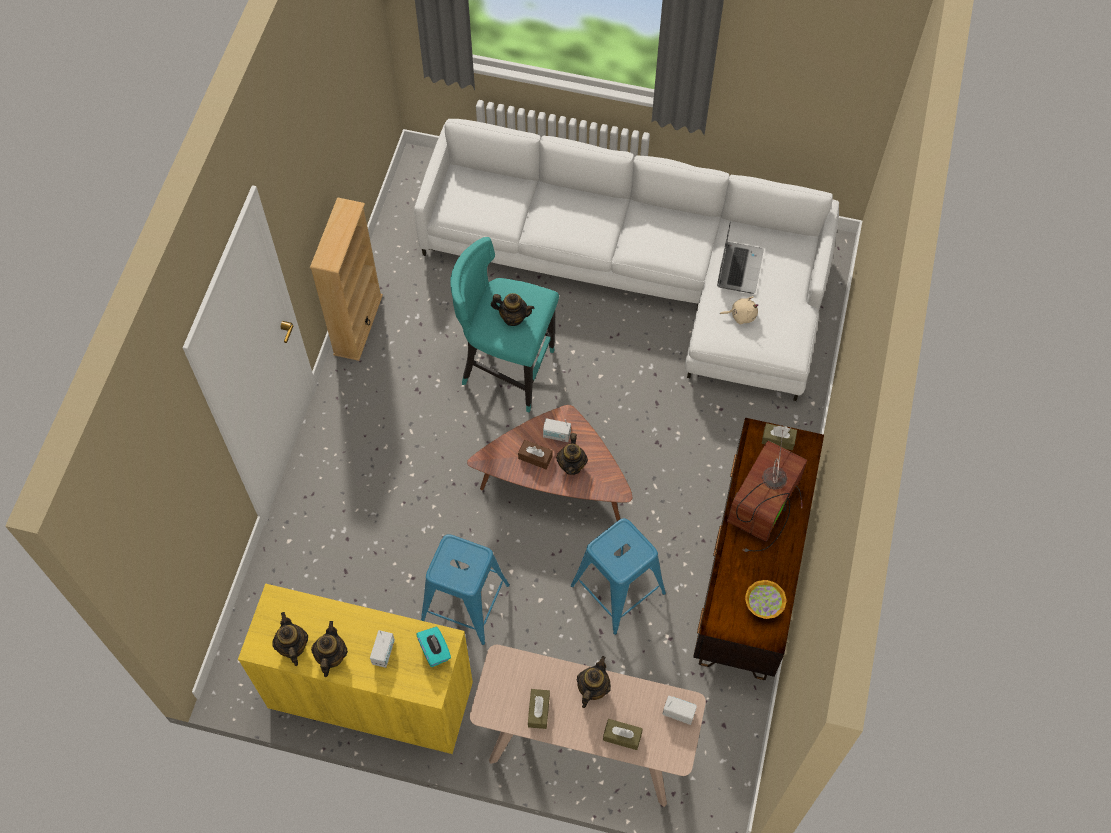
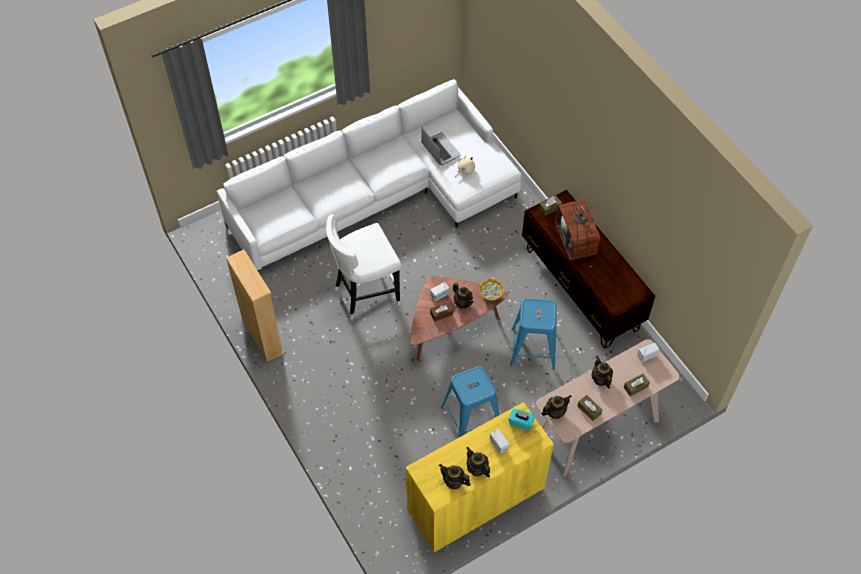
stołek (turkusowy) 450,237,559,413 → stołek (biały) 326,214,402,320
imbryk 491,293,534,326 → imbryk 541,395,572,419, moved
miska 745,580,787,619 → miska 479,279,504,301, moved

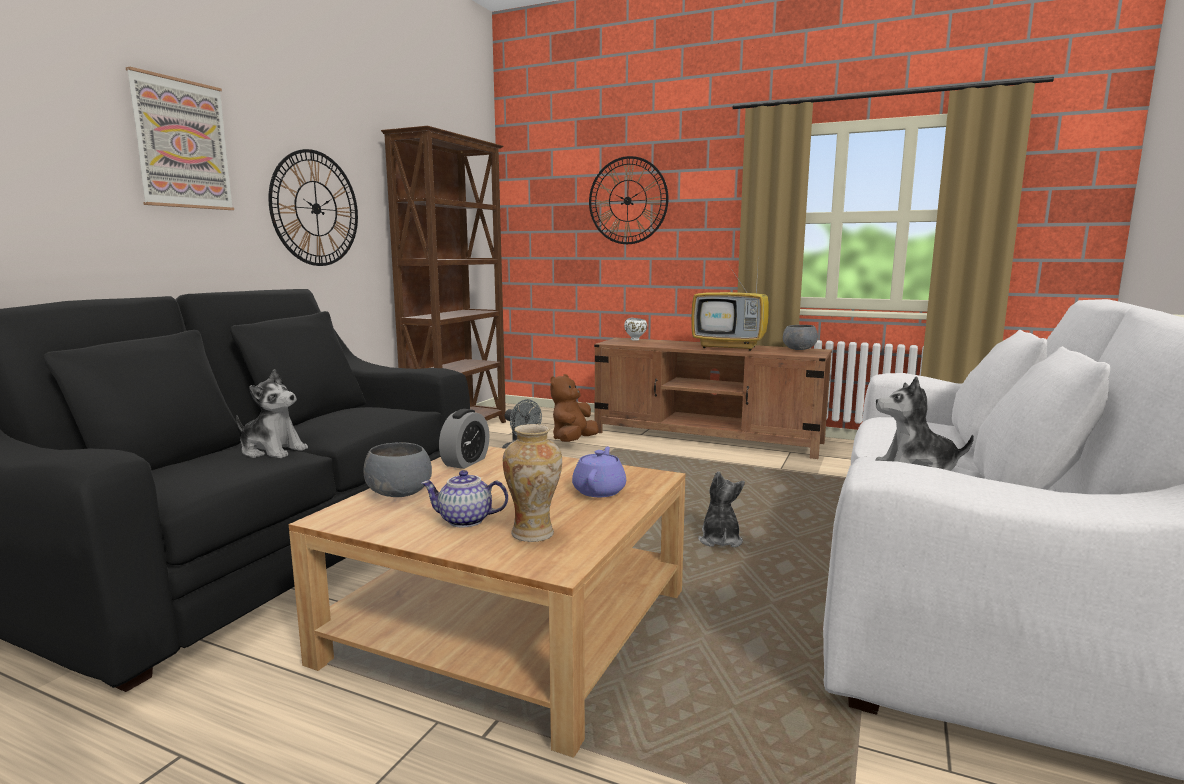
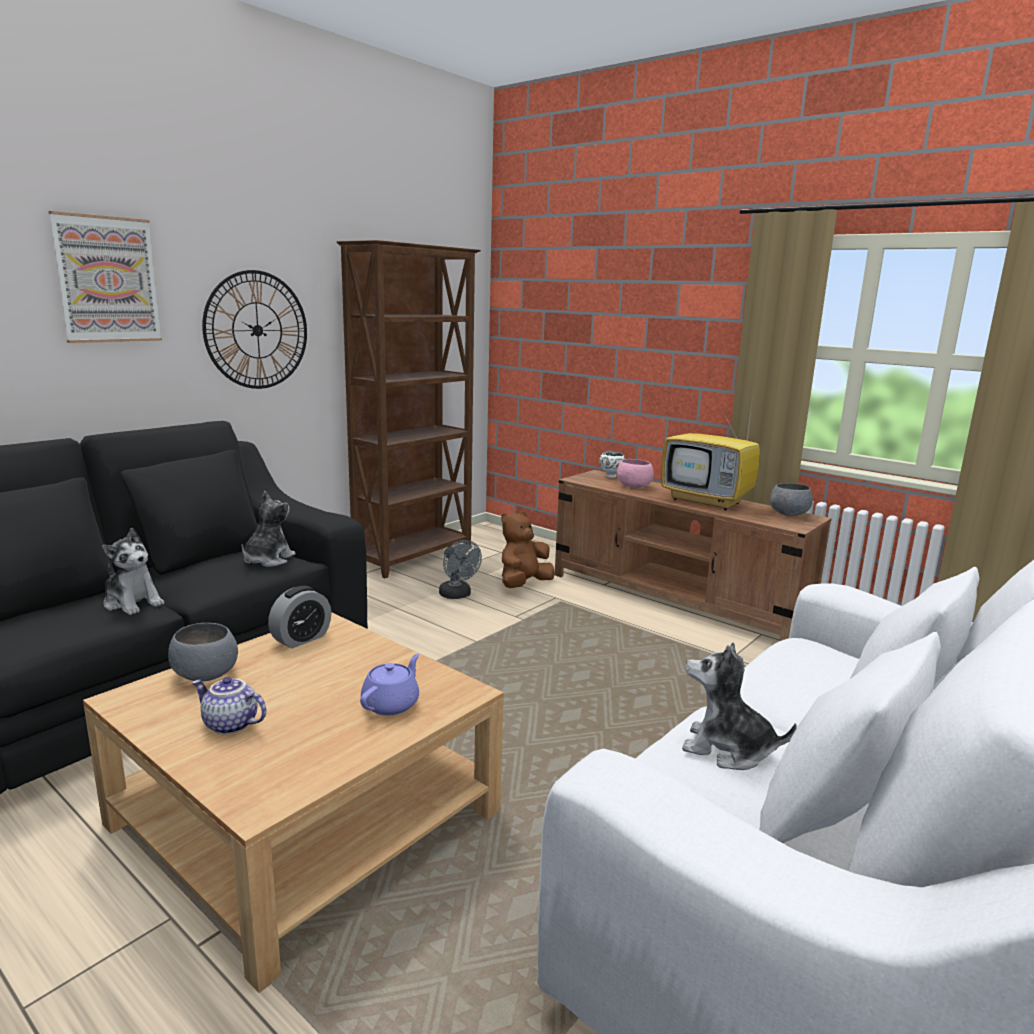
wazon 503,424,562,542 → -
zegar ścienny 589,156,669,244 → -
pluszak 698,471,745,547 → pluszak 242,491,296,567, moved
- → miska (różowy) 617,459,654,488

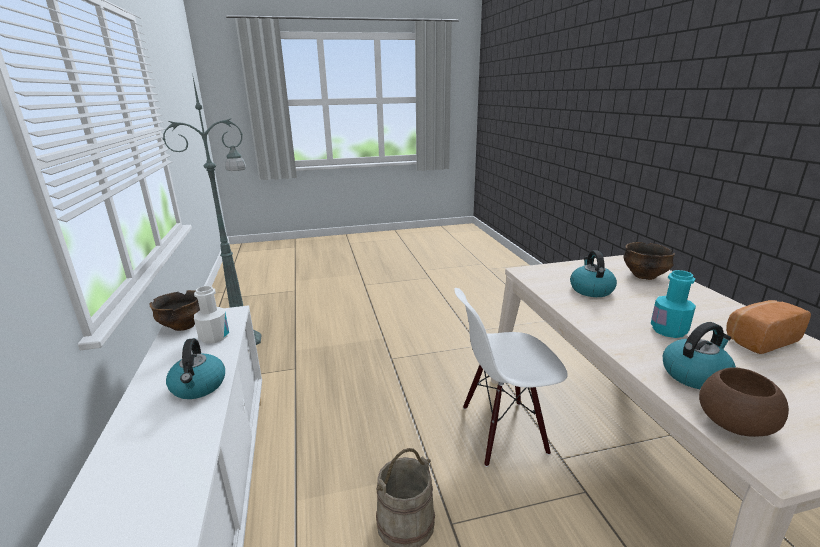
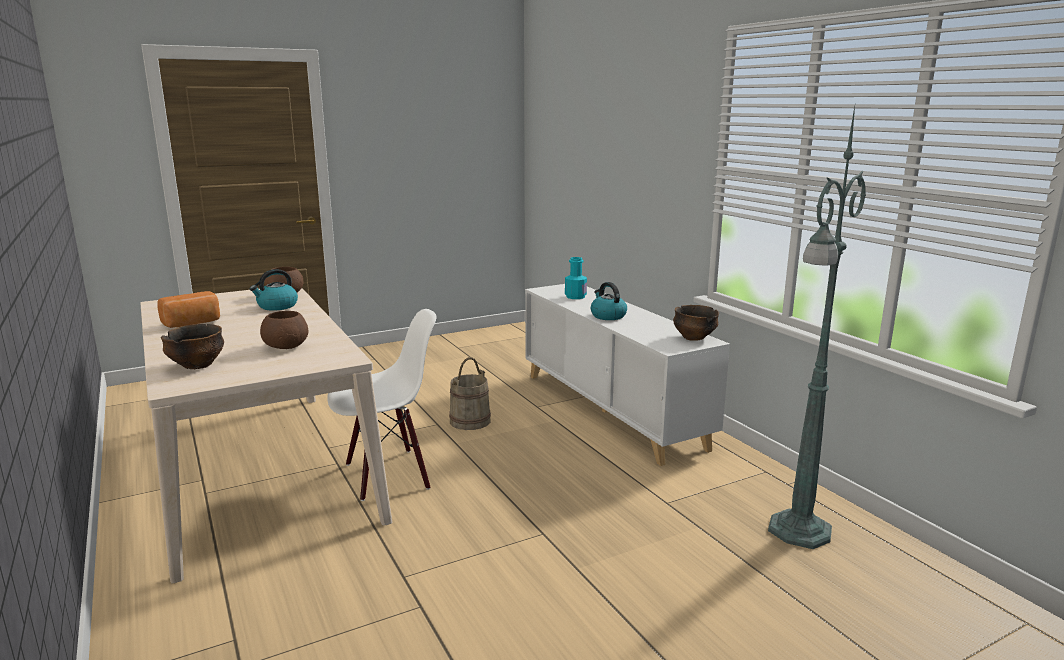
butelka (biały) 194,286,229,344 → -
czajnik 570,250,617,297 → miska (brązowy) 260,311,308,349
butelka (turkusowy) 650,270,696,338 → butelka (turkusowy) 565,257,587,299, moved

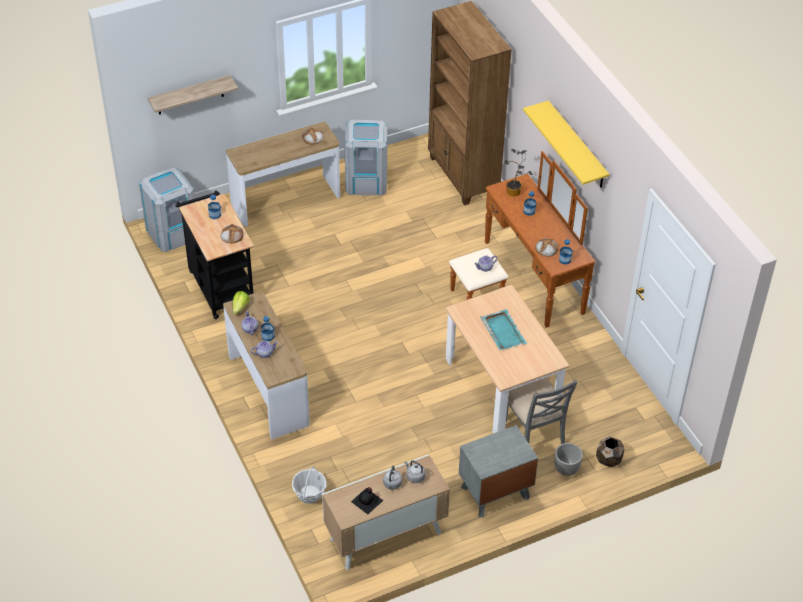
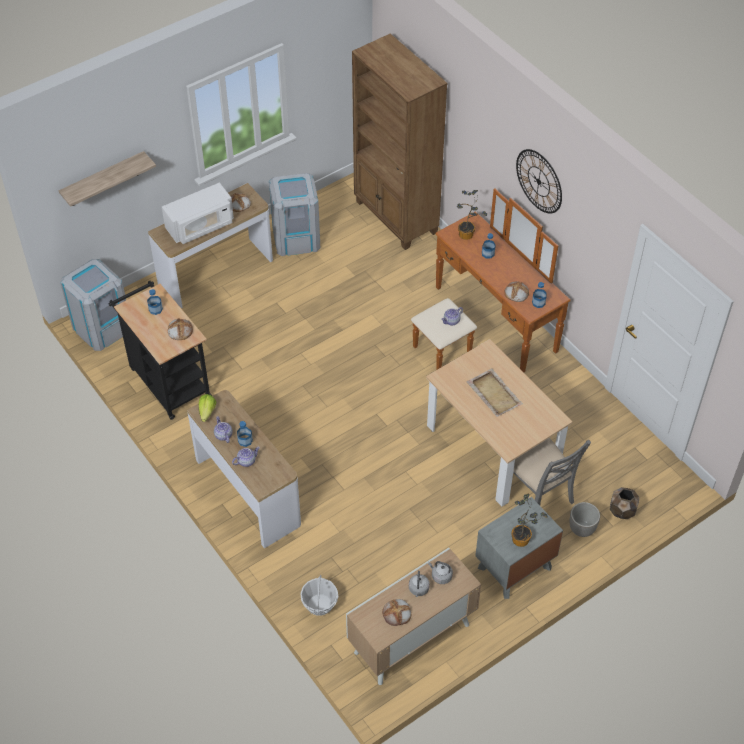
butelka (czarny) 351,487,384,514 → chleb 382,599,411,626
taca (turkusowy) 480,309,527,351 → taca (beżowy) 466,368,523,417
półka (żółty) 523,100,609,188 → zegar ścienny 516,149,562,213
- → mikrofalówka (biały) 162,182,234,244
- → roślina doniczkowa 511,493,548,547

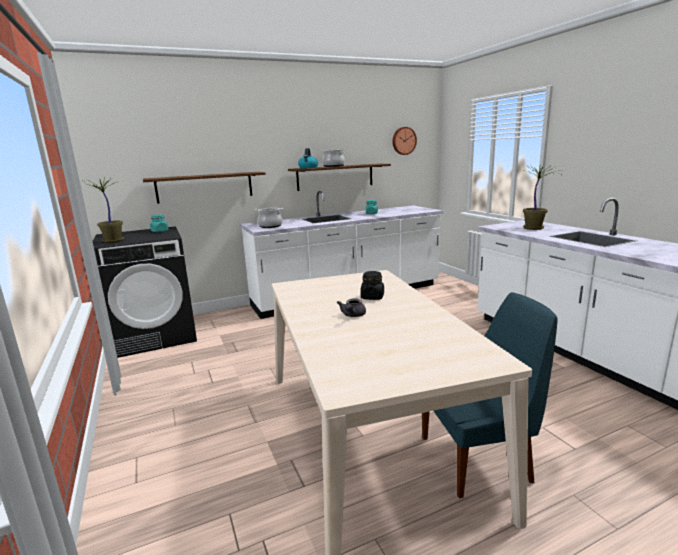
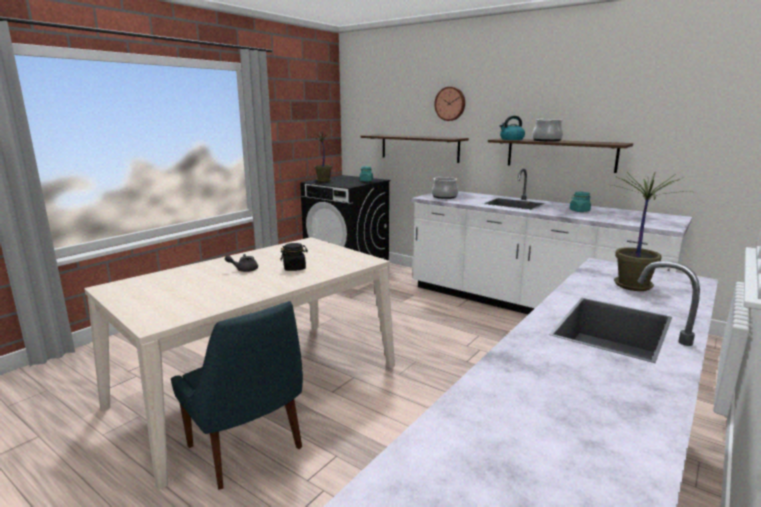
zegar ścienny 392,127,417,155 → zegar ścienny 434,87,465,121, moved

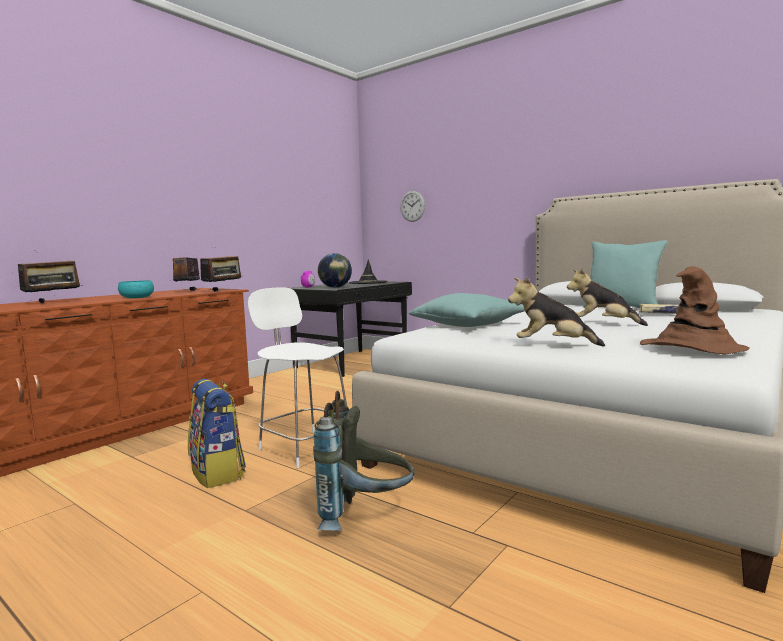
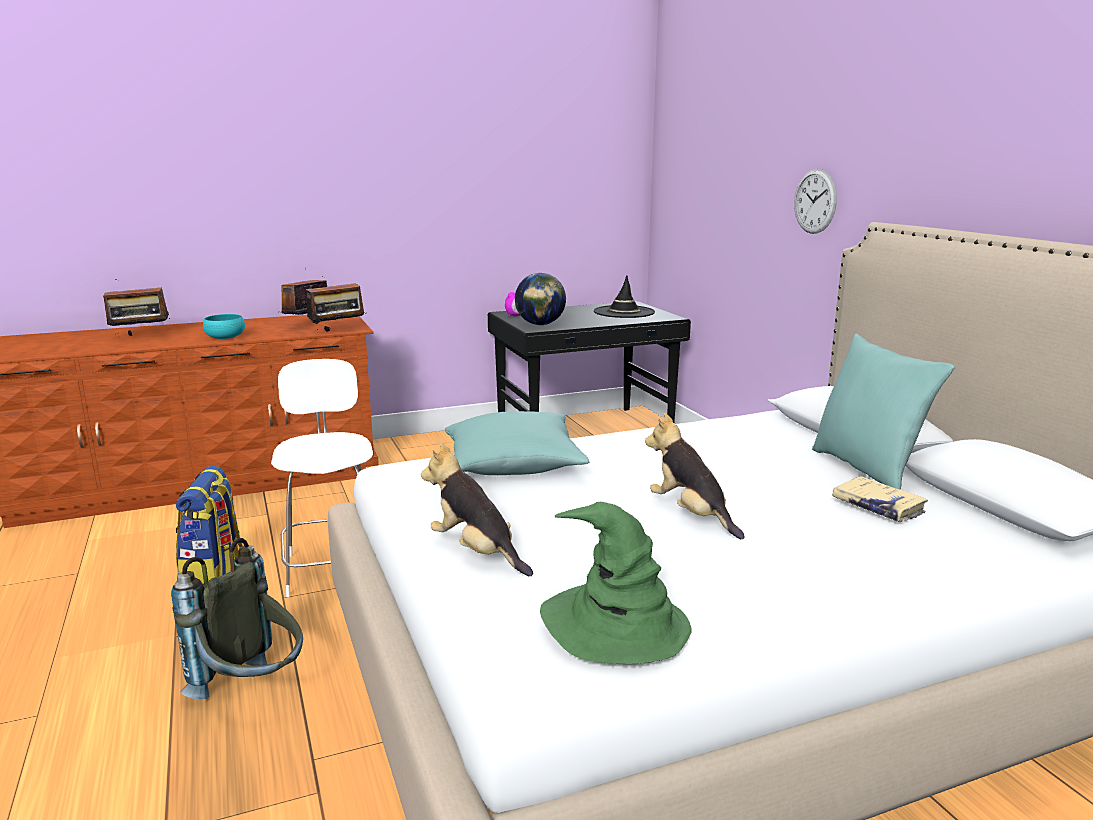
zegar ścienny 400,191,425,222 → zegar ścienny 794,169,837,234, moved
kapelusz (brązowy) 640,266,750,354 → kapelusz (zielony) 540,502,692,664

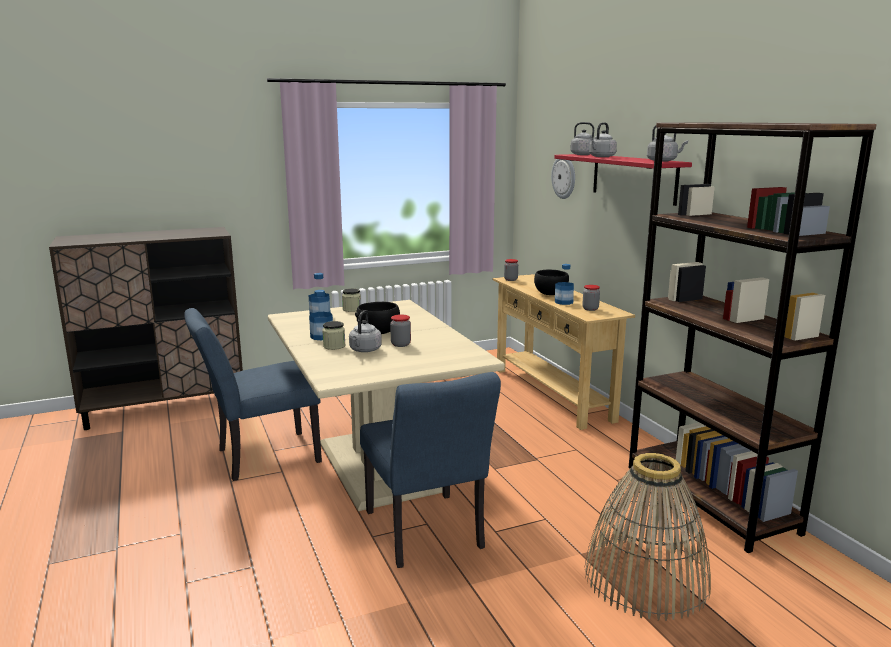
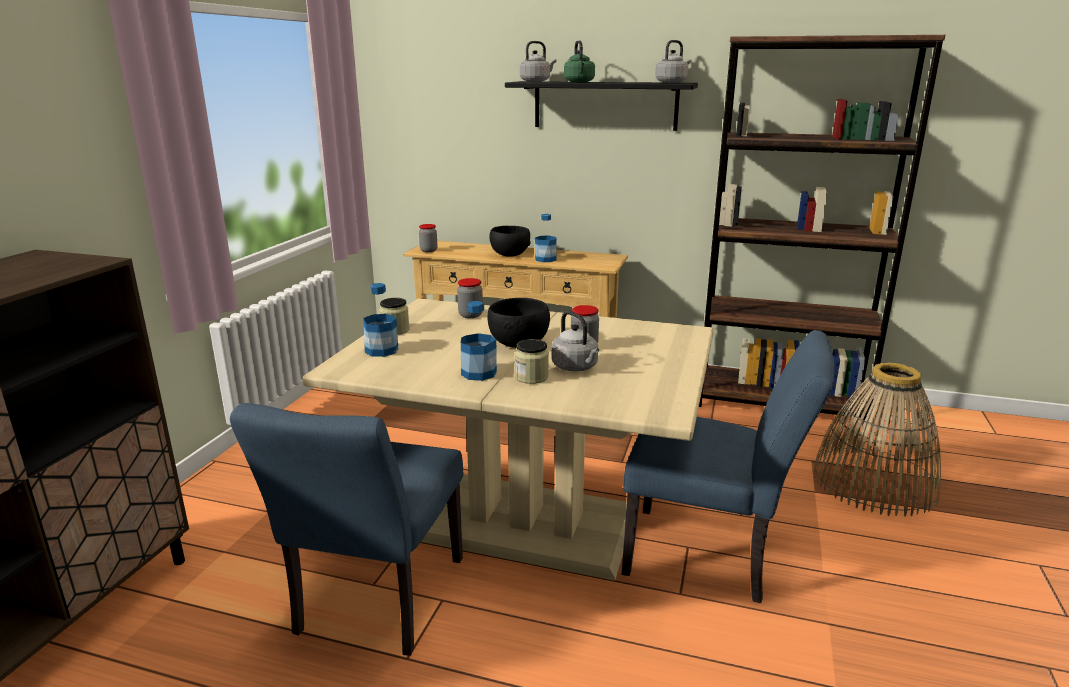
zegar ścienny 551,159,575,199 → -
półka (czerwony) 554,154,692,206 → półka (czarny) 505,81,698,131
słoik 582,285,600,311 → słoik 457,278,483,318, moved
czajnik (szary) 589,122,617,157 → czajnik (zielony) 564,40,595,82

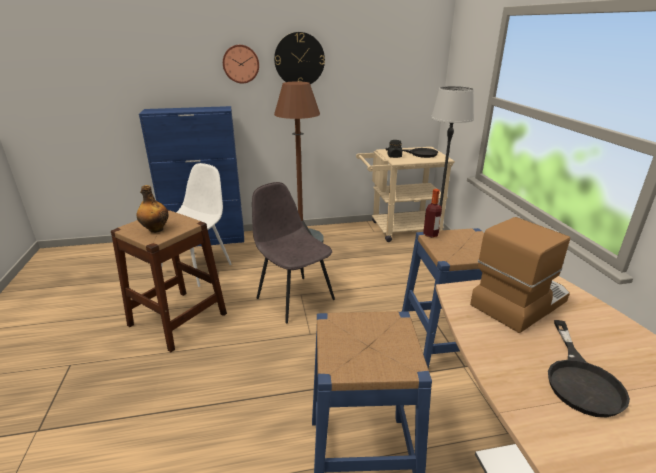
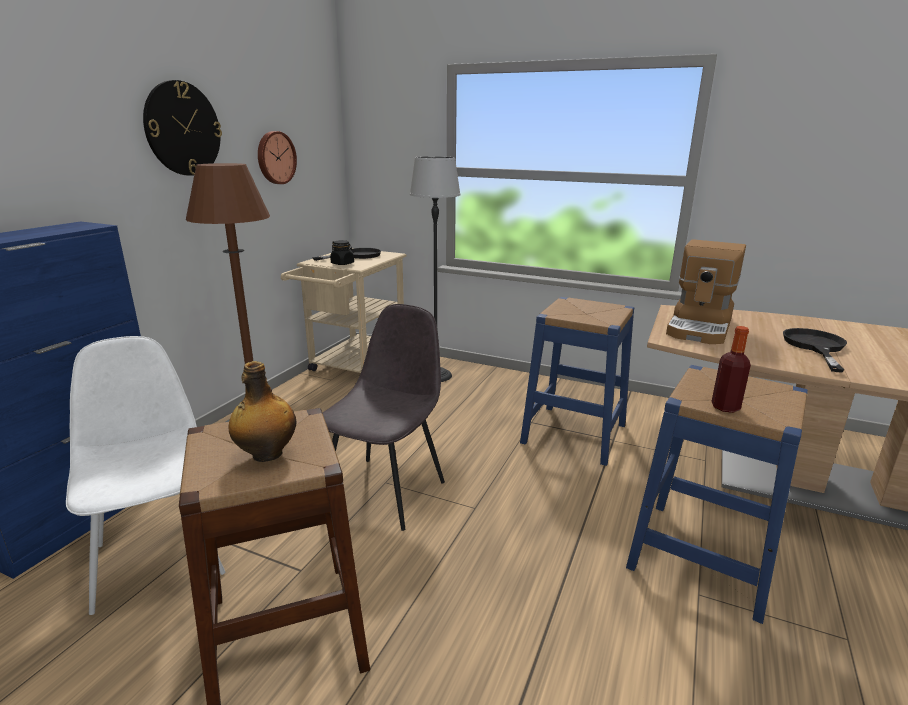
zegar ścienny 223,45,259,83 → zegar ścienny 258,131,297,184, moved
krzesło (szary) 252,182,335,323 → krzesło (szary) 323,304,445,531, 120 degrees clockwise
butelka 423,189,442,237 → butelka 711,326,751,413, moved
ekspres do kawy 470,217,570,333 → ekspres do kawy 666,239,746,344, 150 degrees counterclockwise
patelnia (czarny) 548,320,630,418 → patelnia (czarny) 783,328,847,373, 120 degrees counterclockwise

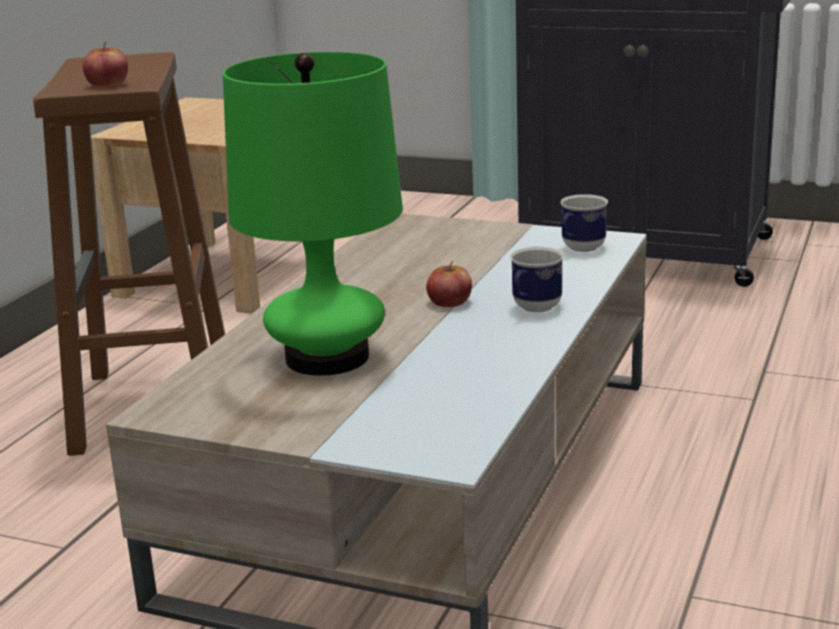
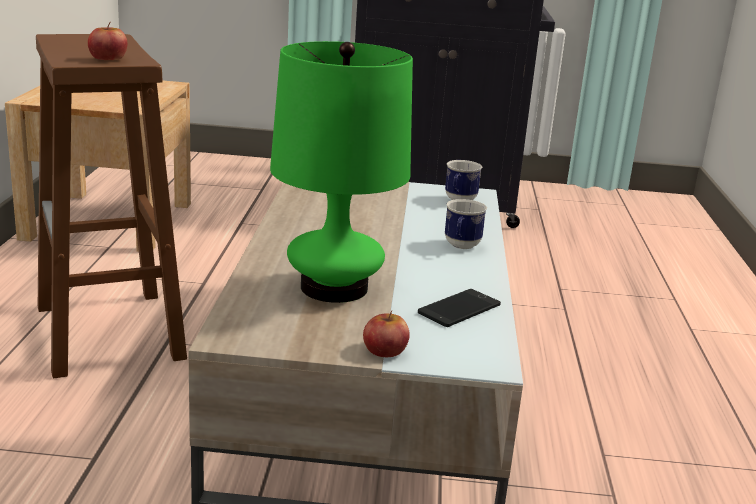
jabłko 426,261,472,307 → jabłko 363,311,410,357, moved
- → telefon 418,289,501,327

